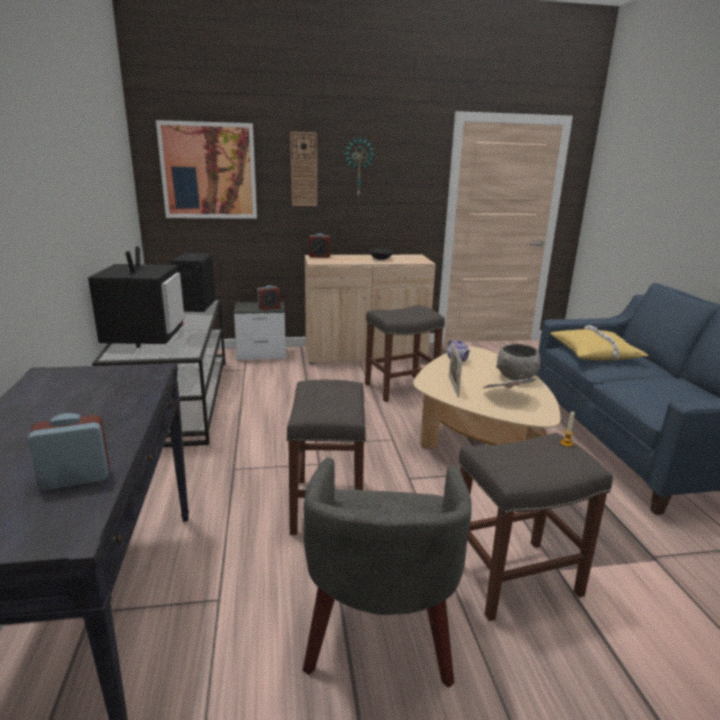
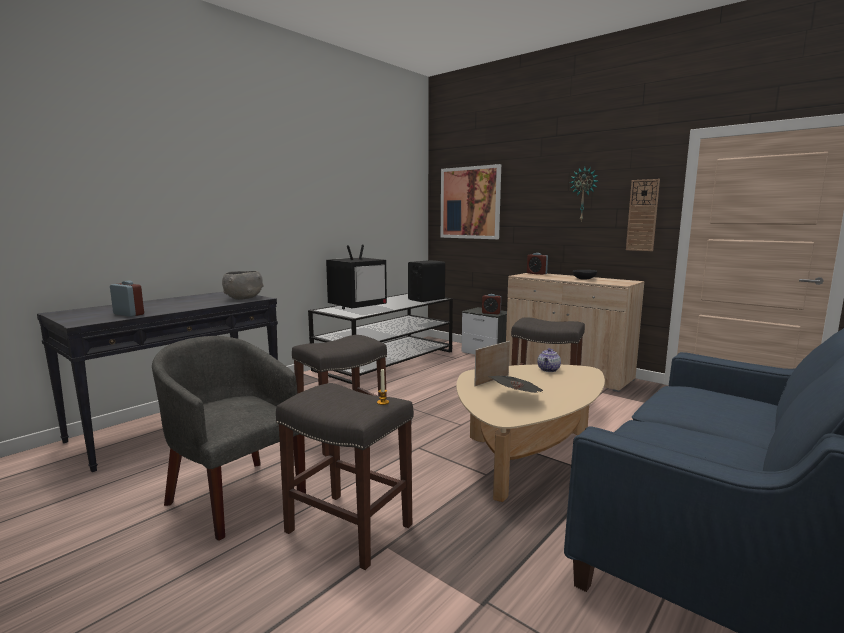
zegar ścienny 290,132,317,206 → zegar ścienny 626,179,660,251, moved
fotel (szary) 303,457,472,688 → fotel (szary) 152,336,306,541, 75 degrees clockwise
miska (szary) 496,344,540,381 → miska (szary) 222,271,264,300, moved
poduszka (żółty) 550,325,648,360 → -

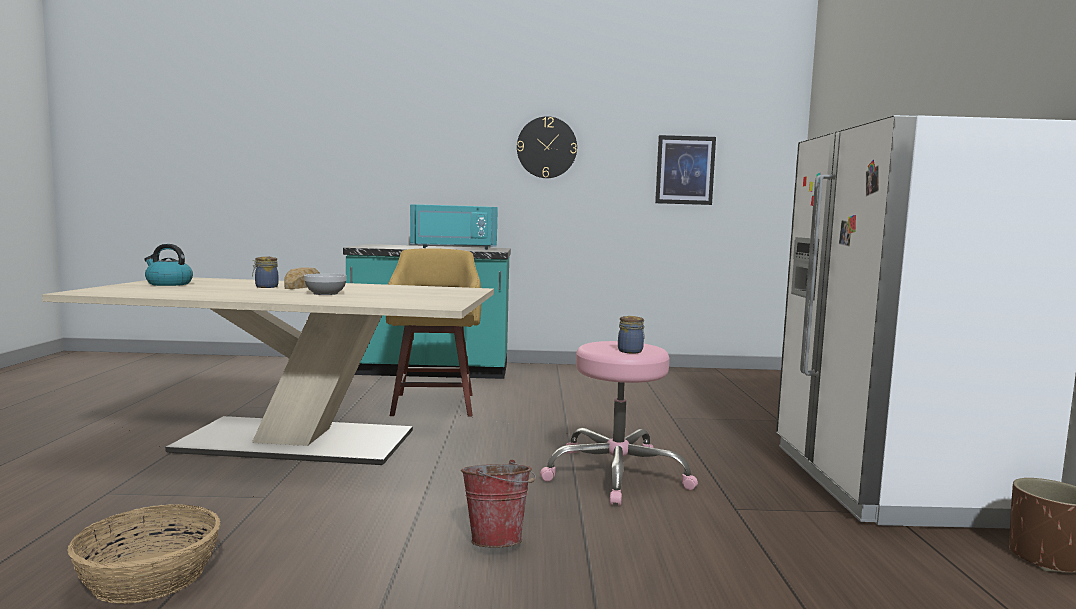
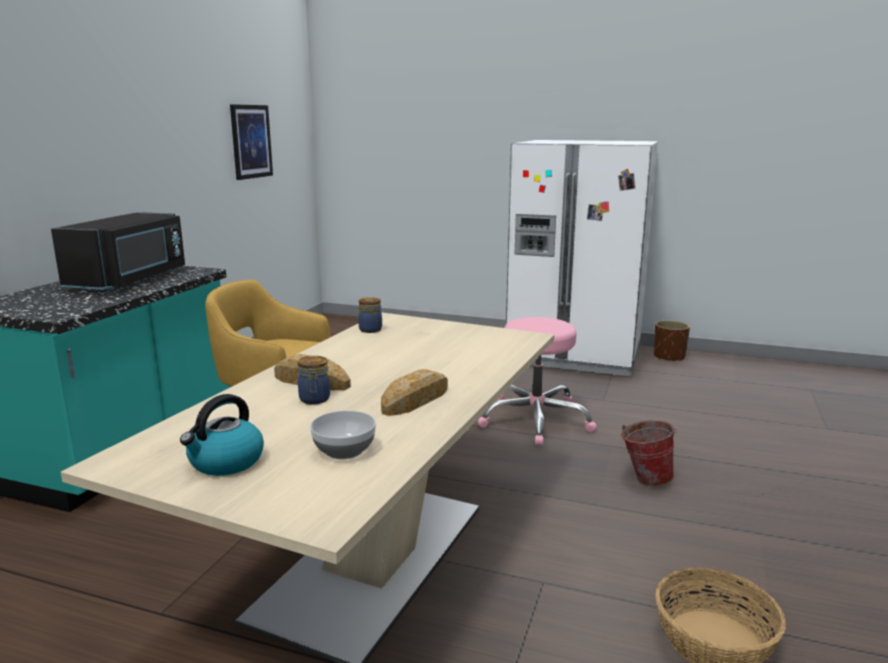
miska 304,273,347,295 → miska 310,411,376,459, moved
mikrofalówka (turkusowy) 410,204,498,250 → mikrofalówka (czarny) 51,212,185,290
zegar ścienny 517,116,577,178 → -
słoik 618,316,645,353 → słoik 358,297,382,333, moved
- → chleb 381,369,448,416

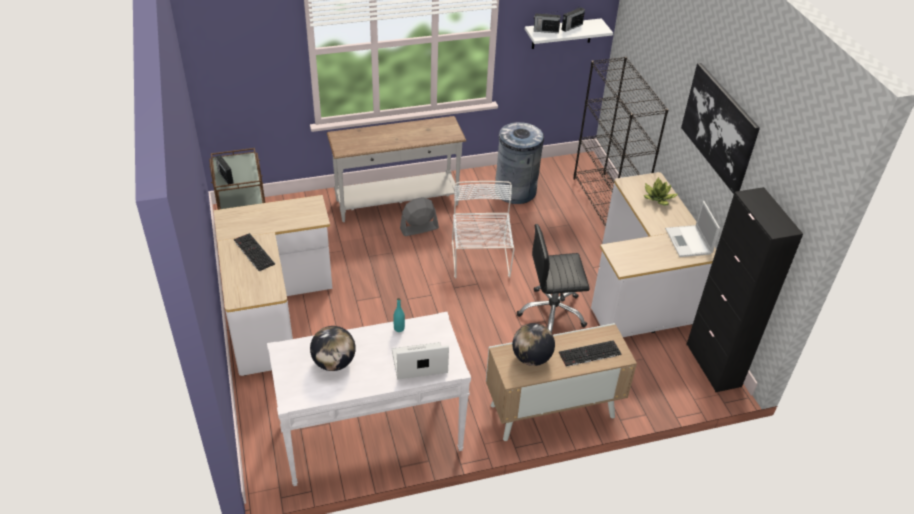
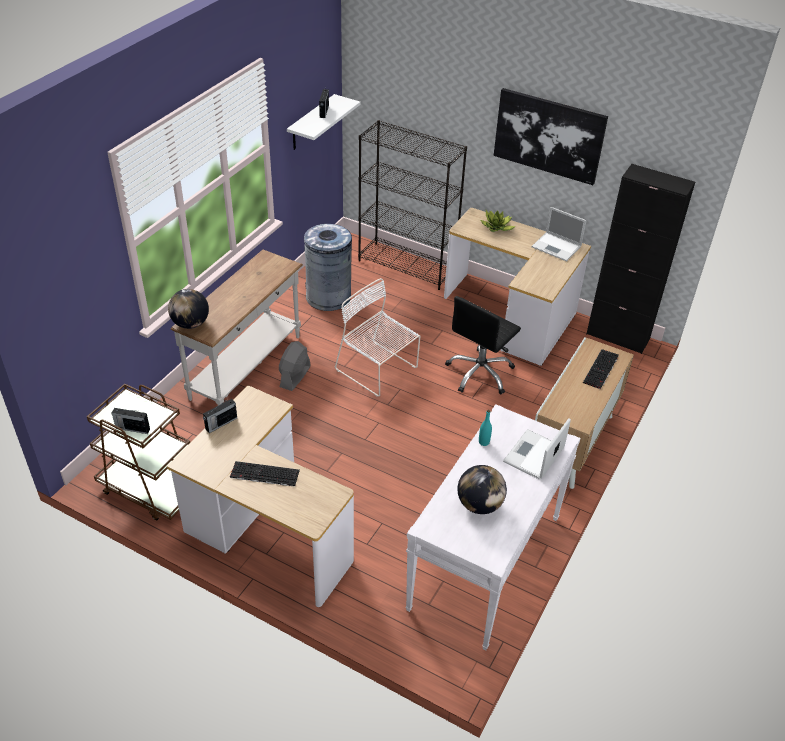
globus 512,323,555,366 → globus 168,289,209,329, moved
radio 534,12,561,33 → radio 203,398,237,433, moved

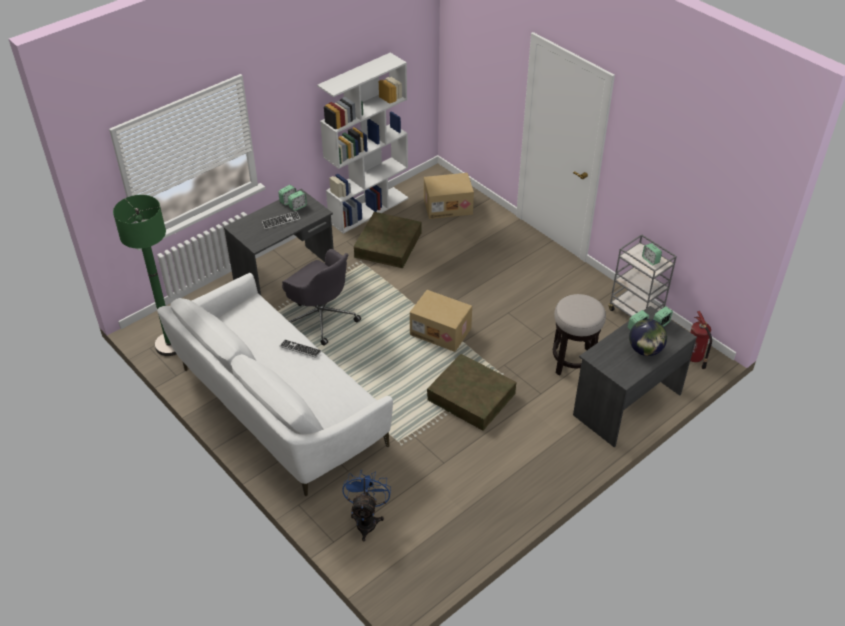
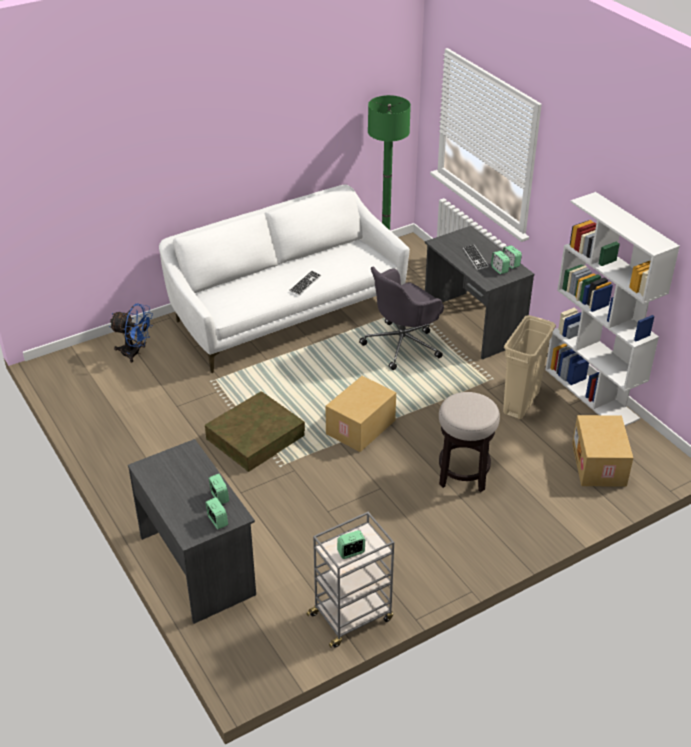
pojemnik do przechowywania (brązowy) 354,212,421,268 → kosz na śmieci (beżowy) 503,315,556,419
stołek 553,294,606,376 → stołek 439,392,500,492, moved
globus 629,319,667,356 → -
gaśnica 690,311,712,369 → -

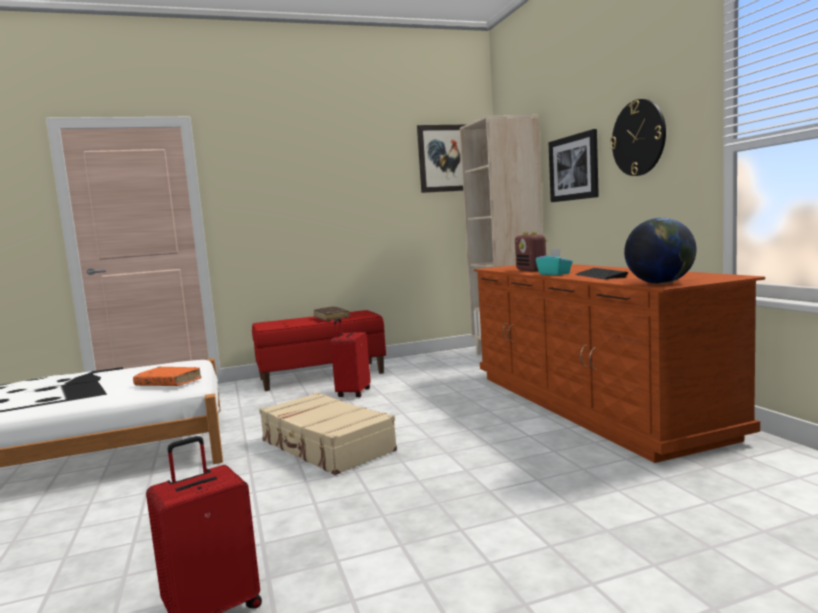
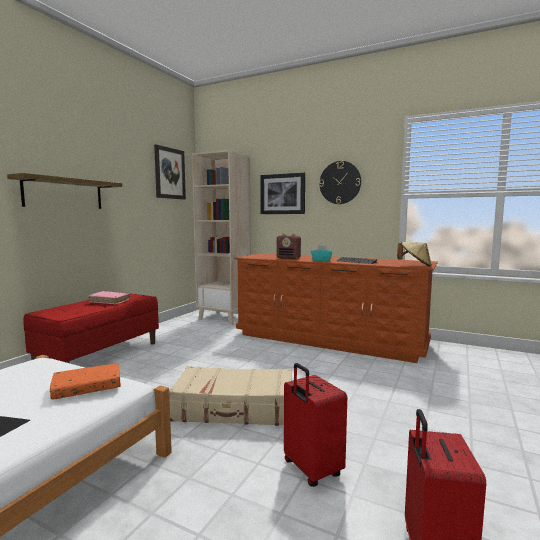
książka (brązowy) 314,306,350,321 → książka (różowy) 89,291,130,305
walizka (czerwony) 331,318,371,397 → walizka (czerwony) 284,363,347,487, moved
globus 624,218,696,284 → kapelusz (beżowy) 397,242,432,267
- → półka 7,173,122,209

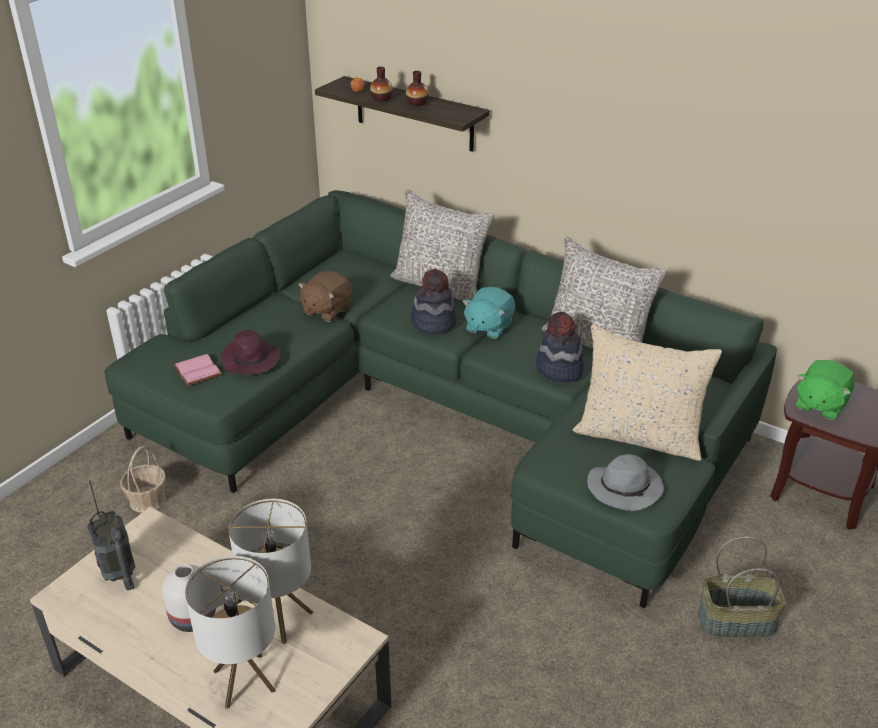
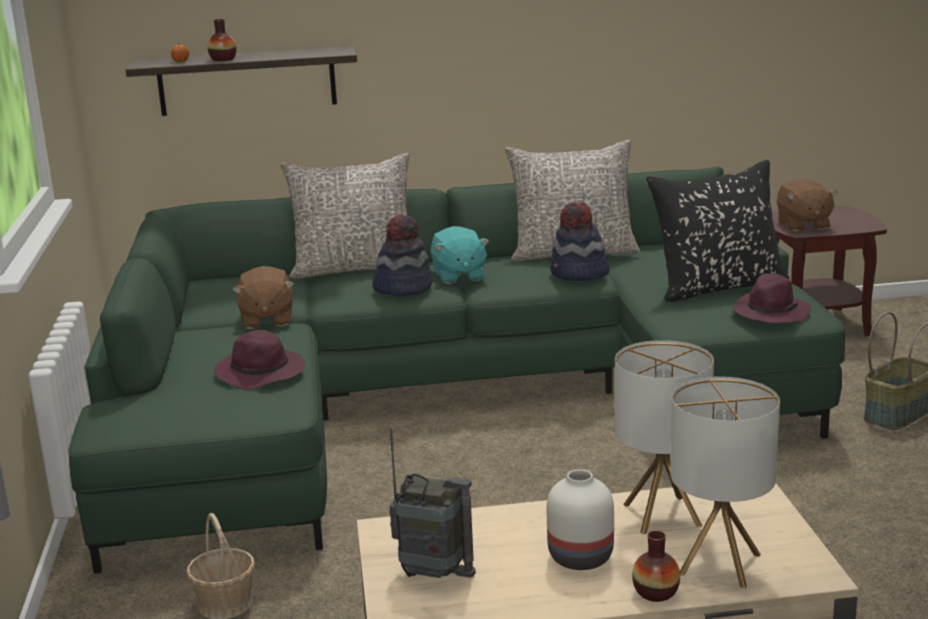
książka (różowy) 173,354,222,386 → -
wazon 406,71,429,106 → wazon 632,531,680,602, moved
poduszka (beżowy) 573,324,722,461 → poduszka (czarny) 646,160,789,302
kapelusz (szary) 587,454,664,511 → kapelusz (fioletowy) 732,273,811,323
pluszak (zielony) 796,360,854,420 → pluszak (brązowy) 777,179,838,232

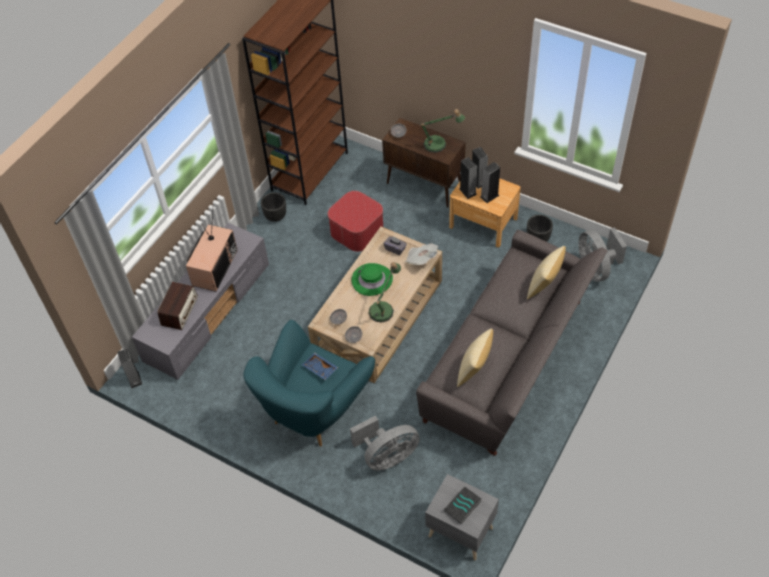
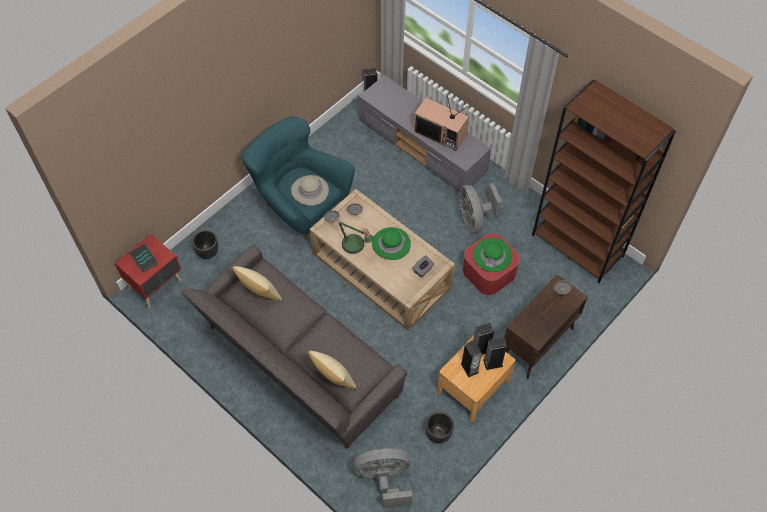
radio 157,282,198,330 → -
donica (czarny) 261,192,286,222 → donica (czarny) 192,230,218,259, moved
taca (niebieski) 302,353,338,380 → kapelusz (beżowy) 291,175,329,206
wentylator (szary) 350,415,420,471 → wentylator (szary) 458,183,502,233, moved
gazeta 405,243,438,265 → -
lampa stołowa 421,109,465,153 → -
szafka nocna (szary) 425,474,499,561 → szafka nocna (czerwony) 115,234,182,308
- → kapelusz (zielony) 473,238,512,272

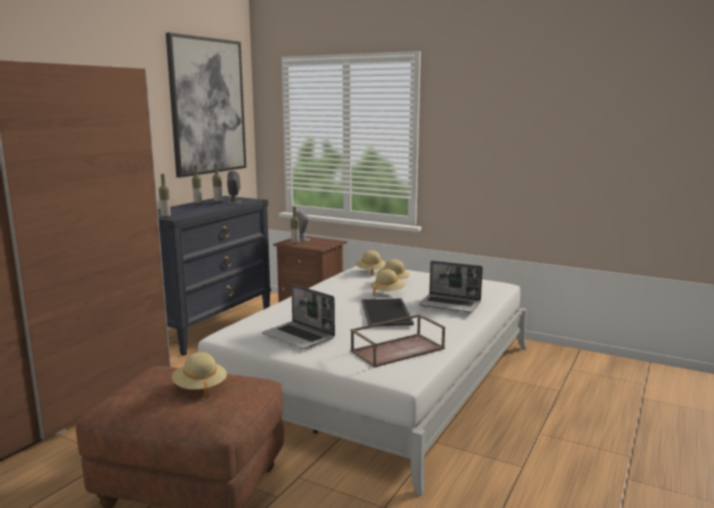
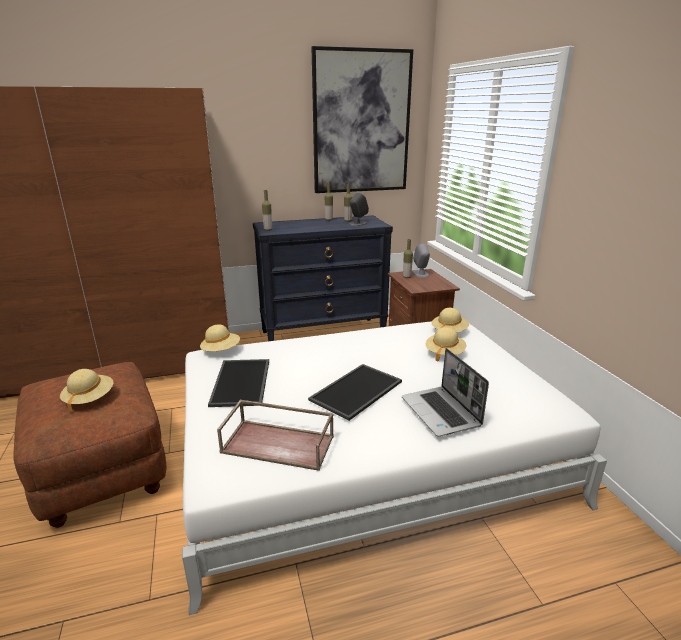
laptop 262,284,335,349 → taca 208,359,269,407
kapelusz (beżowy) 370,269,406,296 → kapelusz (beżowy) 200,325,240,351, moved

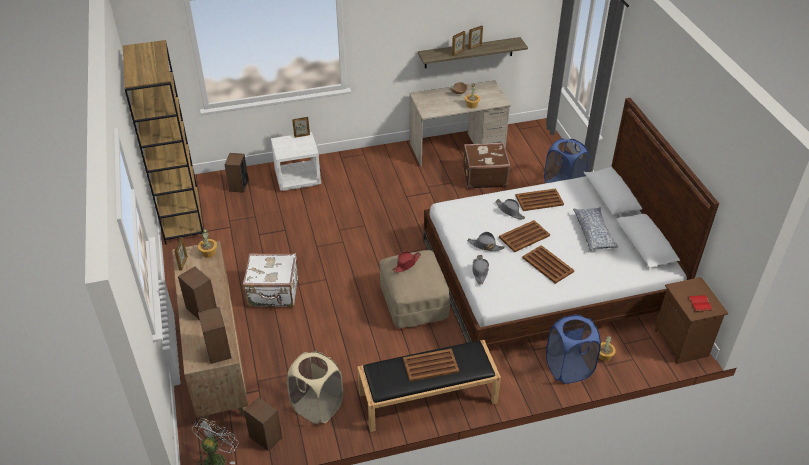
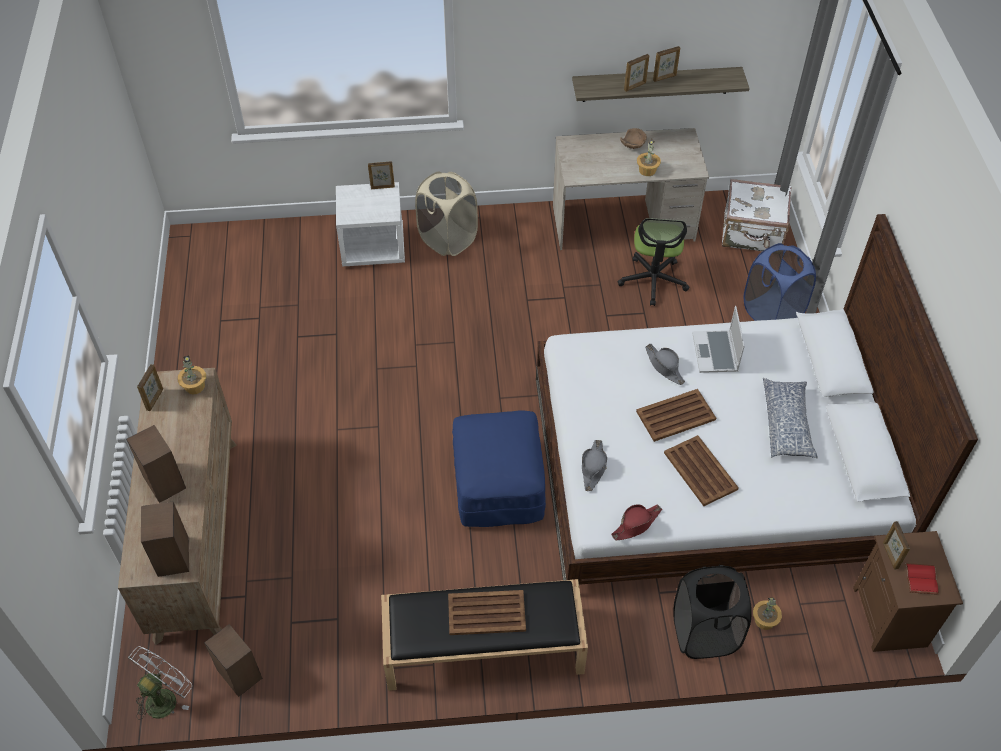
regał (brązowy) 123,40,204,245 → -
głośnik 225,153,249,193 → -
walizka (biały) 243,253,298,307 → walizka (biały) 722,179,791,251, moved
kosz na pranie (beżowy) 287,351,343,424 → kosz na pranie (beżowy) 415,171,478,256, moved
pufa (beżowy) 380,250,450,328 → pufa (niebieski) 452,410,546,527
kapelusz (czerwony) 392,251,421,273 → kapelusz (czerwony) 611,504,662,540, moved
walizka (brązowy) 463,142,510,189 → krzesło biurowe 618,218,689,306
kapelusz (szary) 468,232,505,251 → -
taca (brązowy) 516,188,564,211 → laptop 692,306,745,373
kosz na pranie (niebieski) 546,314,601,384 → kosz na pranie (czarny) 673,565,752,659
- → ramka na zdjęcie 883,521,910,569

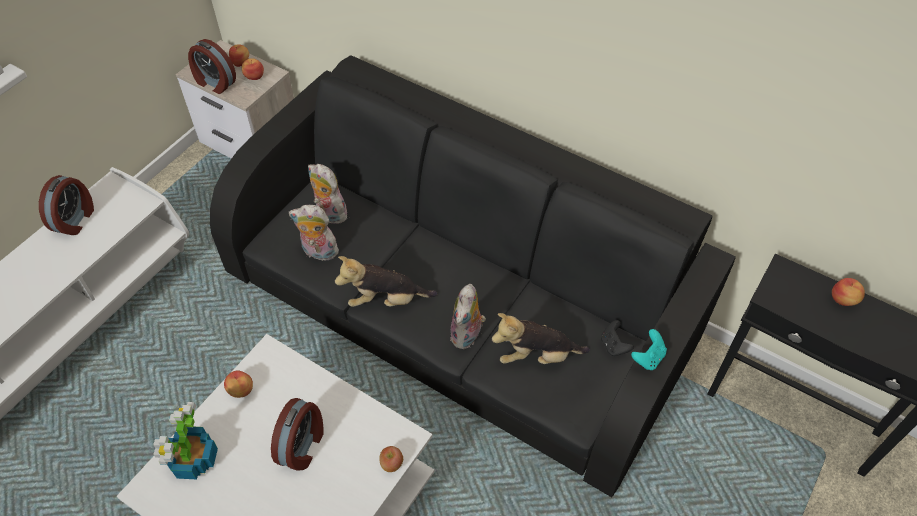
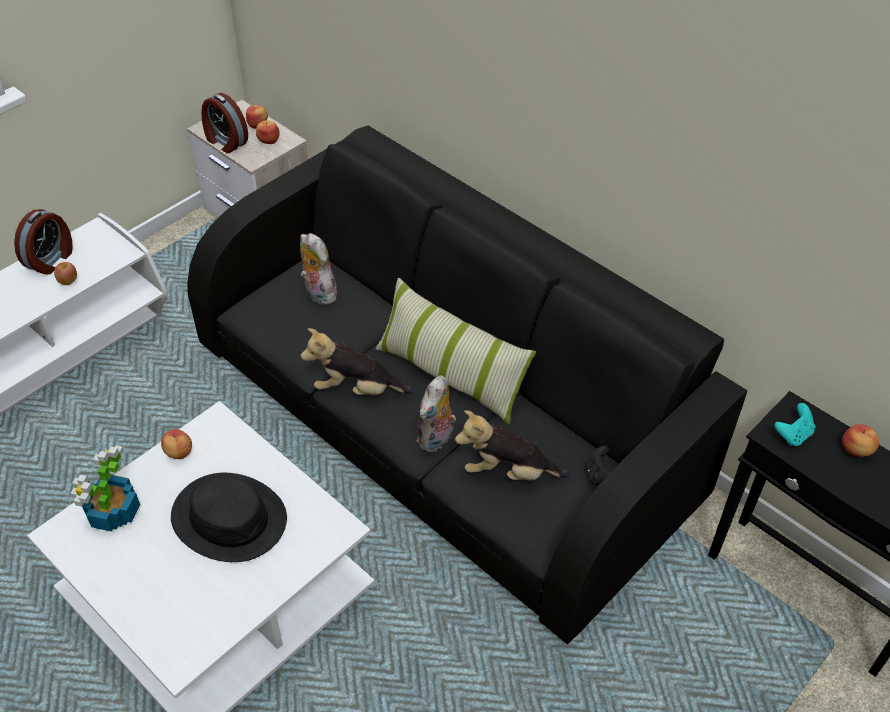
budzik 271,398,324,471 → kapelusz (czarny) 171,473,287,562
pluszak 289,205,341,261 → -
jabłko 379,446,403,472 → jabłko 54,262,77,285, moved
pad do gier (turkusowy) 631,329,667,370 → pad do gier (turkusowy) 775,403,816,446, moved
- → poduszka 375,278,536,425

